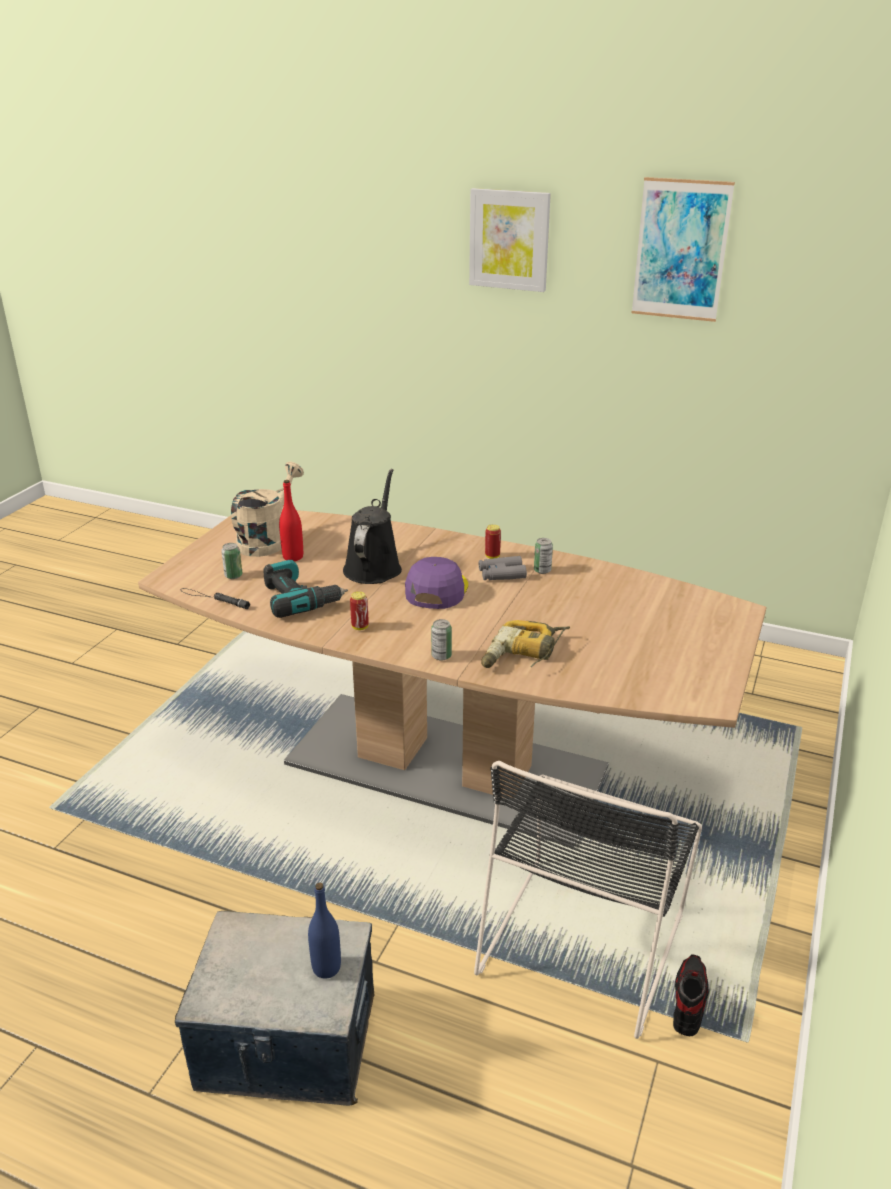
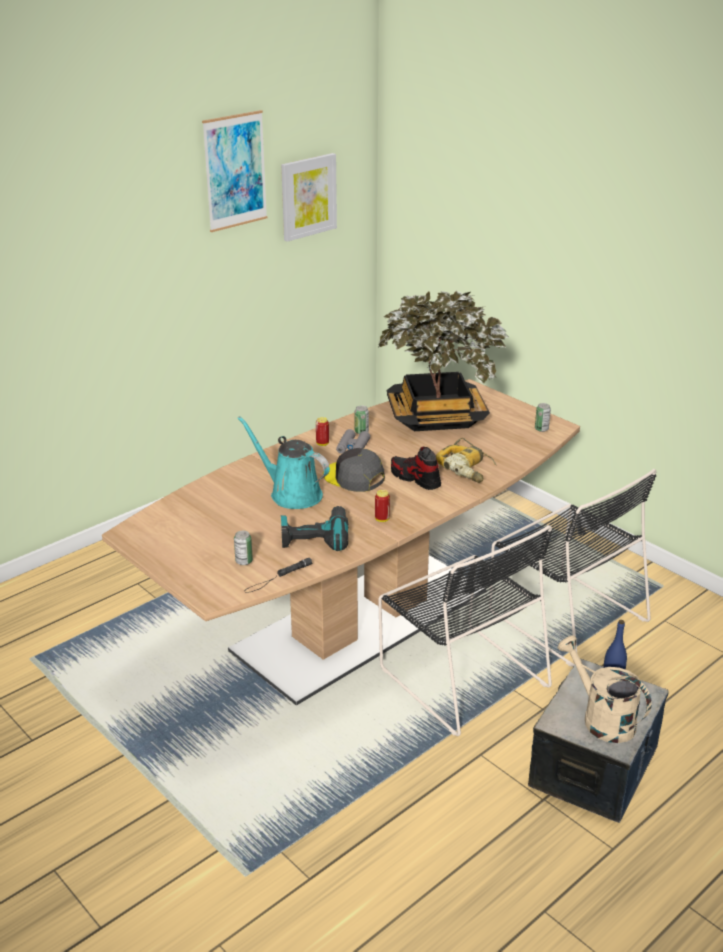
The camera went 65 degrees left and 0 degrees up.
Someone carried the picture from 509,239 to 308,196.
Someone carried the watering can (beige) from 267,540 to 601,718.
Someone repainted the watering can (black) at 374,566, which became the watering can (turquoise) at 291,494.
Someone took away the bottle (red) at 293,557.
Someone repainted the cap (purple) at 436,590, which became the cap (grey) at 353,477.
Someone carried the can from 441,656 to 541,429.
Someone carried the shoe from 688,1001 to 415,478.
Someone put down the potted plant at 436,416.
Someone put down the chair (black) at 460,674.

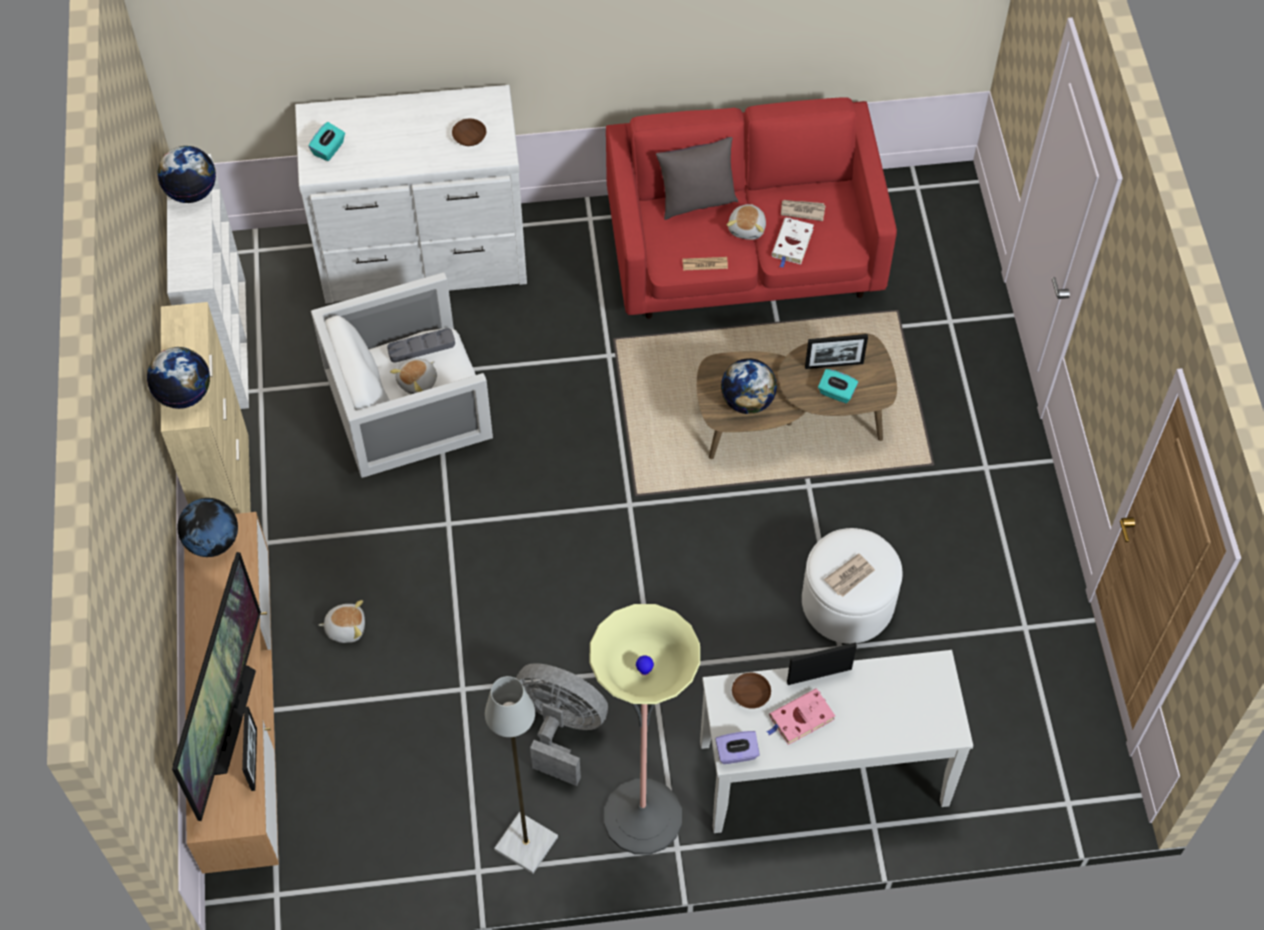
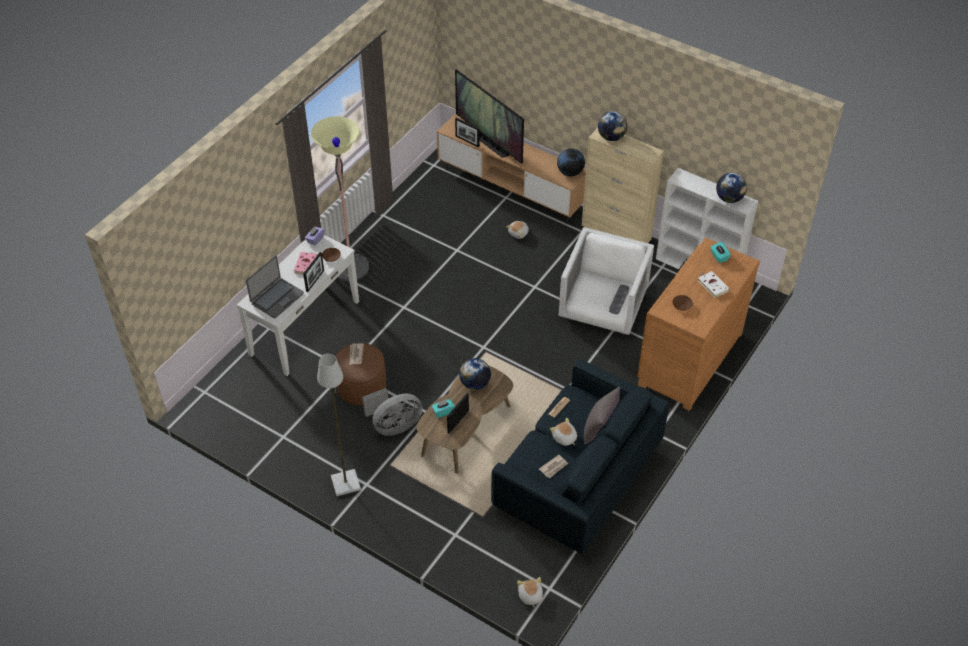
The camera went 130 degrees right and 10 degrees down.
Someone repainted the dresser (white) at 424,257, which became the dresser (brown) at 688,358.
Someone repainted the sofa (red) at 743,255, which became the sofa (blue) at 576,479.
Someone carried the book (white) from 792,244 to 712,285.
Someone carried the plush toy from 418,382 to 530,596.
Someone repainted the ottoman (white) at 847,602, which became the ottoman (brown) at 361,386.
Someone carried the fan (grey) from 560,729 to 394,426.
Someone carried the floor lamp (grey) from 525,844 to 346,482.
Someone put down the laptop at 277,298.

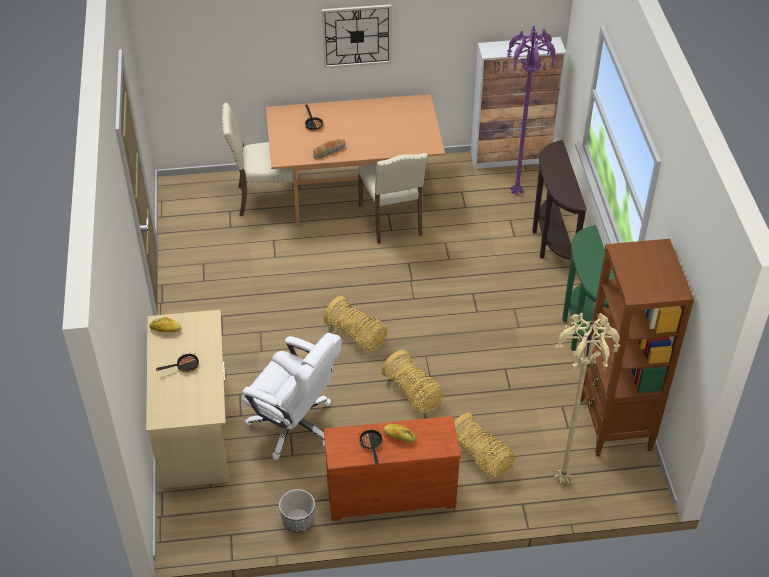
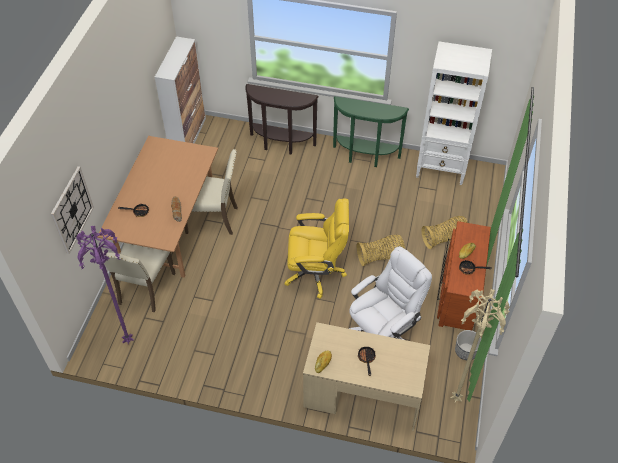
The camera went 70 degrees left and 5 degrees up.
Someone carried the wall clock from 357,36 to 72,210.
Someone carried the floor lamp (purple) from 517,193 to 129,340.
Someone repainted the bookcase (brown) at 614,425, which became the bookcase (white) at 441,168.
Someone swapped the basket at 357,336 for the office chair (yellow) at 316,272.
Someone carried the floor lamp (beige) from 563,481 to 457,398.

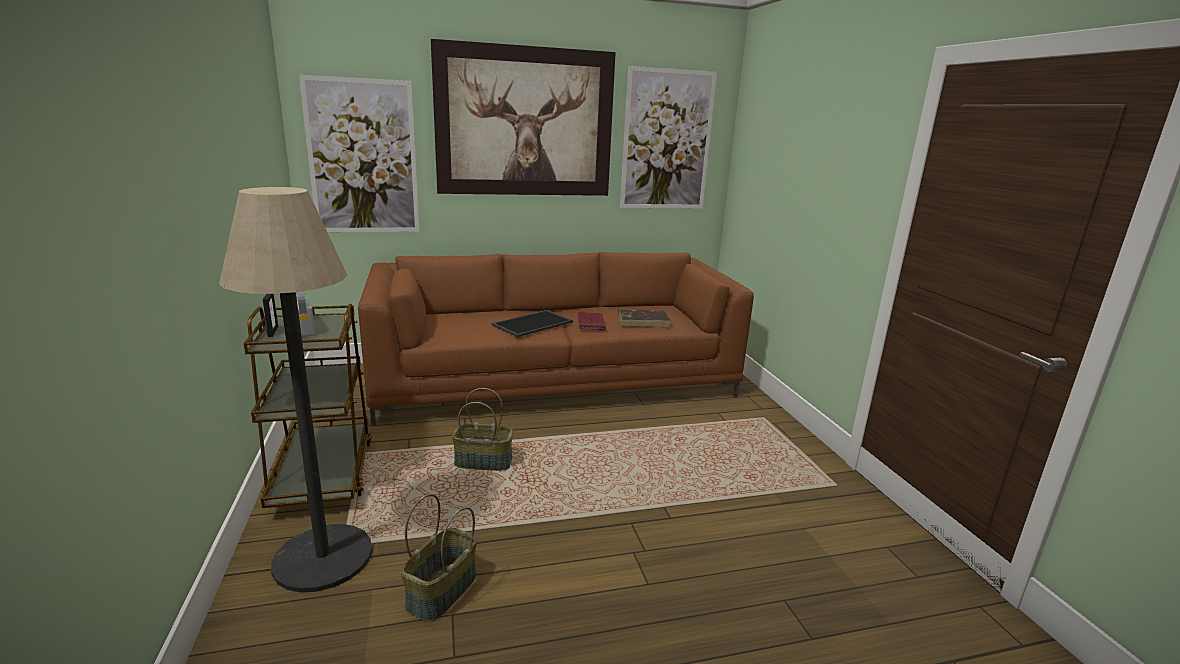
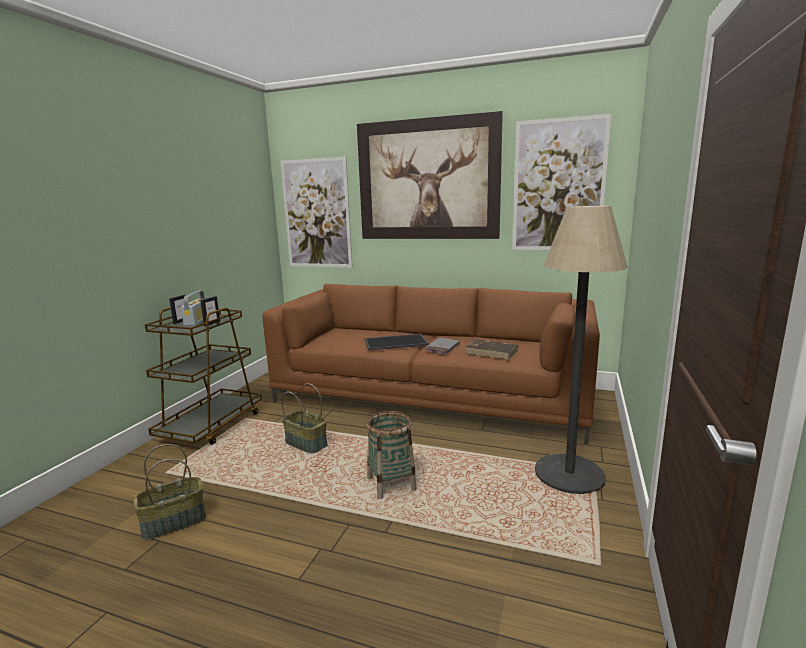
The camera went 35 degrees right and 5 degrees down.
Someone carried the floor lamp from 323,558 to 569,474.
Someone repainted the book (red) at 591,323, which became the book (grey) at 442,348.
Someone put down the picture frame at 212,323.
Someone put down the basket at 391,484.

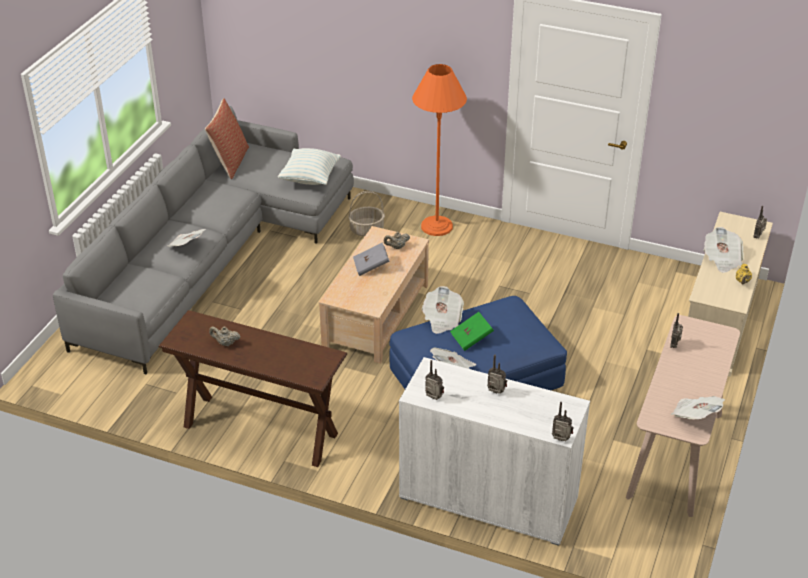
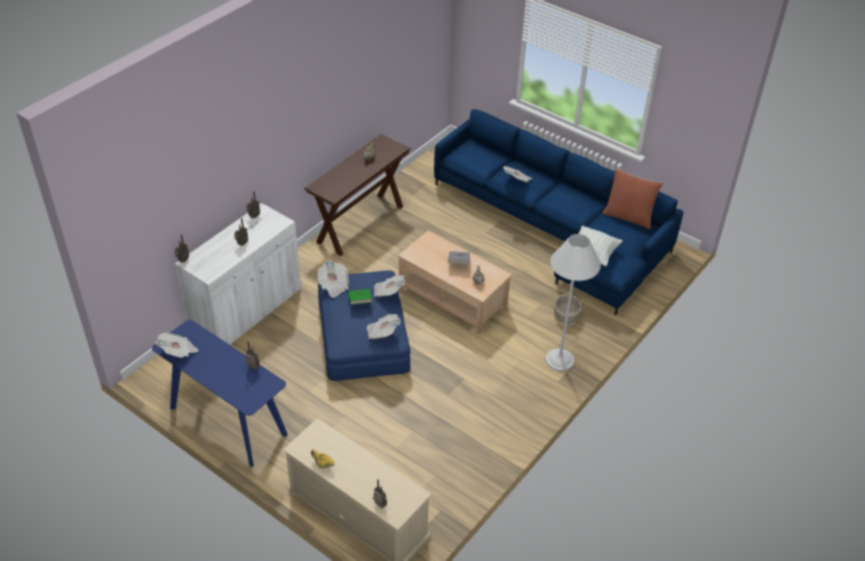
The camera went 105 degrees right and 5 degrees up.
Someone repainted the floor lamp (orange) at 437,226, which became the floor lamp (white) at 559,360.
Someone repainted the sofa (grey) at 213,255, which became the sofa (blue) at 556,228.
Someone carried the newspaper from 722,259 to 382,333.
Someone repainted the console table (beige) at 675,455, which became the console table (blue) at 227,421.

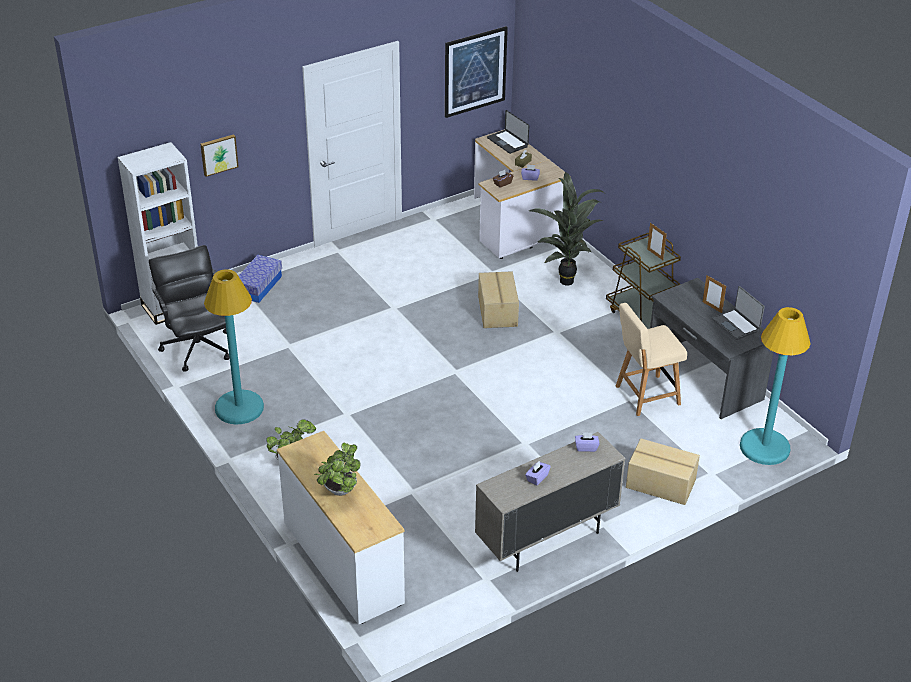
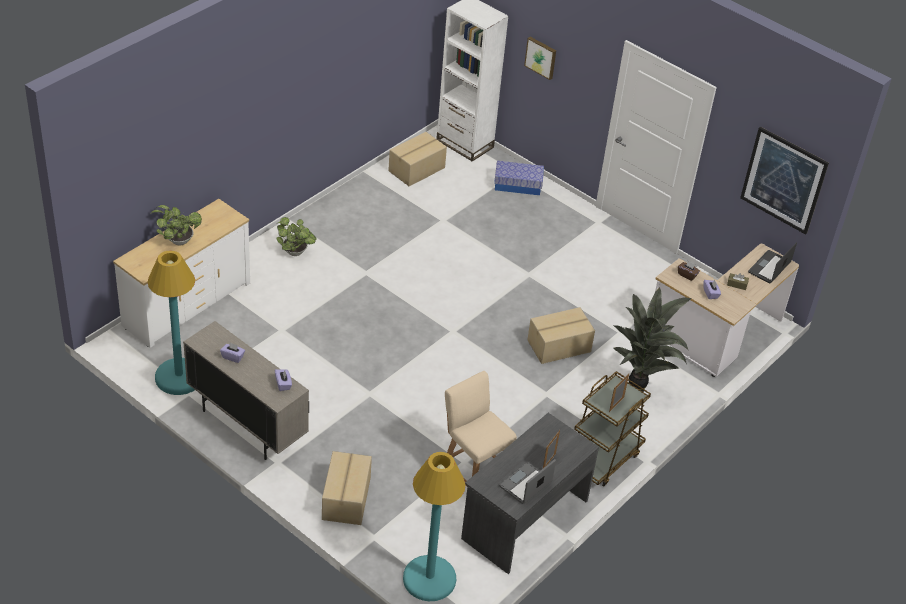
The camera went 70 degrees right and 5 degrees up.
Someone swapped the office chair (black) at 198,347 for the cardboard box at 417,169.
Someone carried the floor lamp (turquoise) from 239,408 to 179,377.

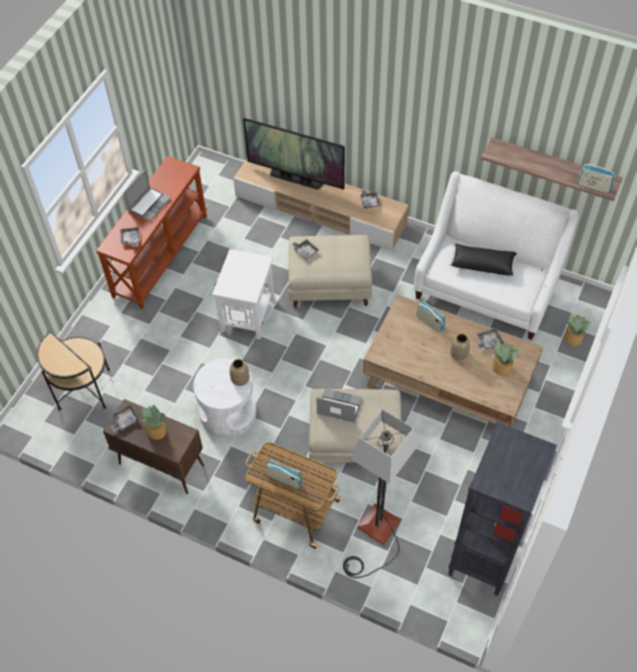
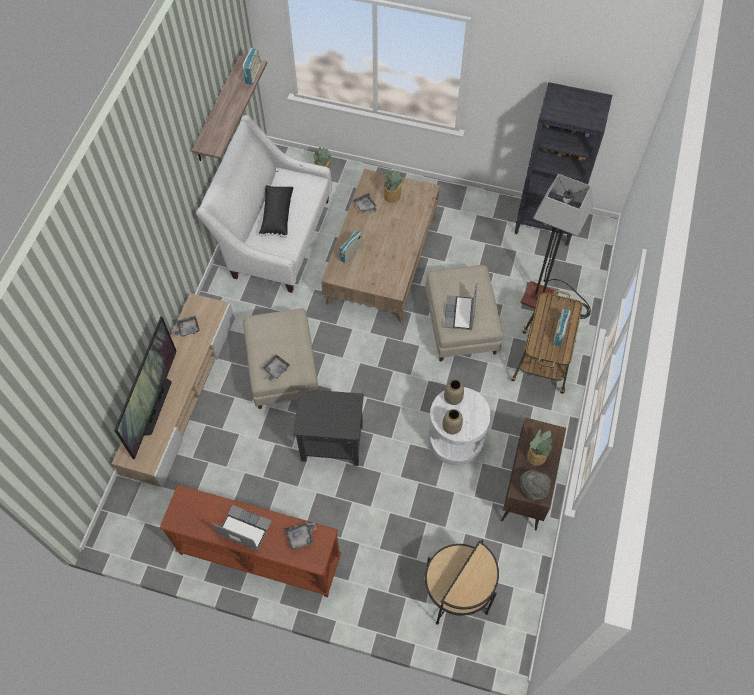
The camera went 100 degrees left and 5 degrees up.
Someone repainted the side table (white) at 248,314, which became the side table (black) at 331,442.
Someone carried the vase from 458,354 to 451,427.
Someone swapped the tray (grey) at 124,420 for the hat (grey) at 533,489.

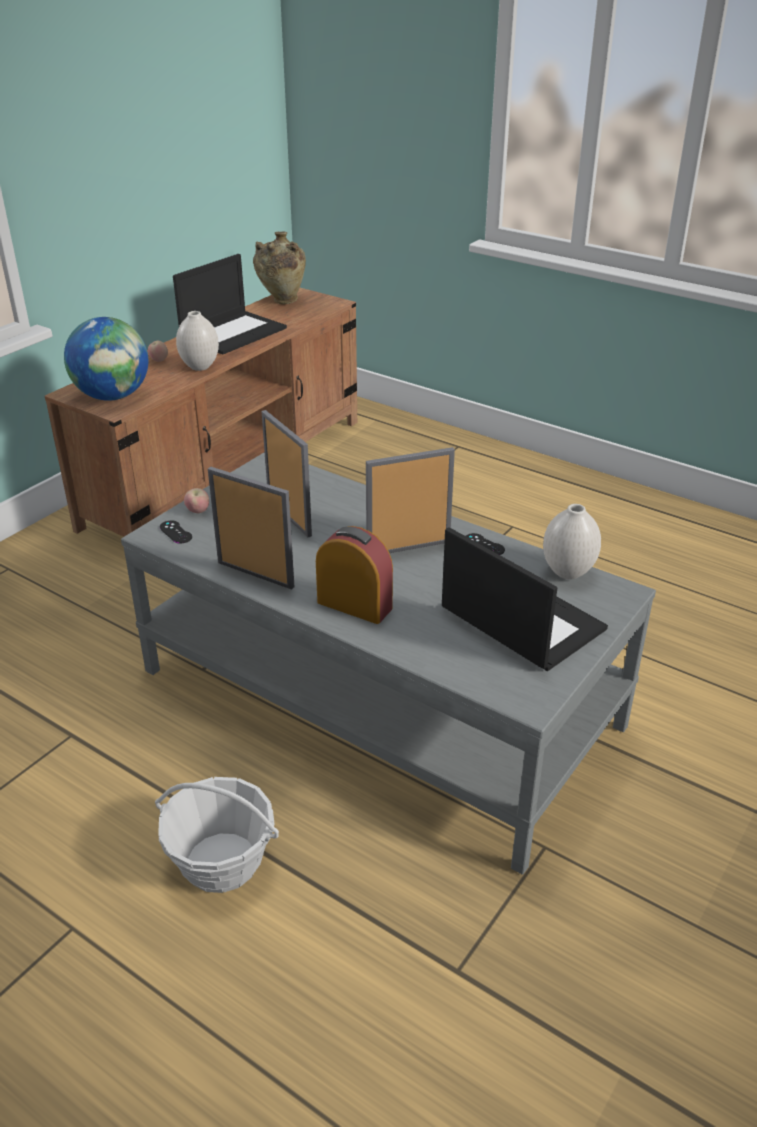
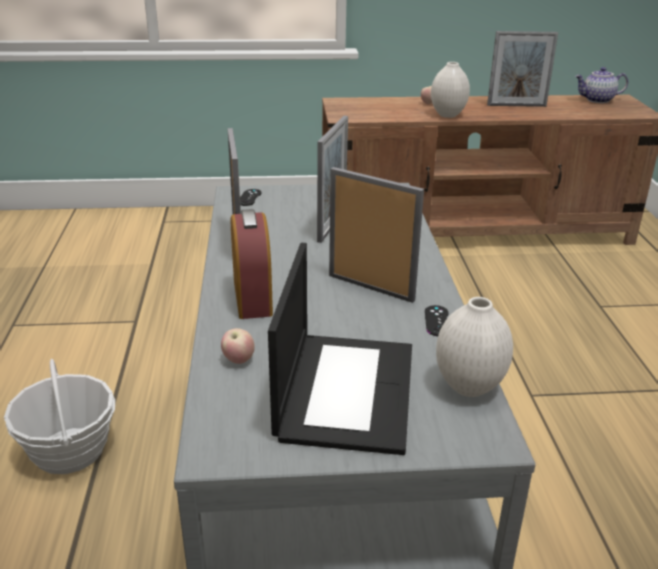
The camera went 50 degrees right and 5 degrees down.
Someone swapped the vase (beige) at 282,301 for the teapot at 597,100.
Someone swapped the laptop at 233,332 for the picture frame at 516,105.
Someone took away the globe at 113,396.
Someone carried the apple from 198,511 to 238,360.

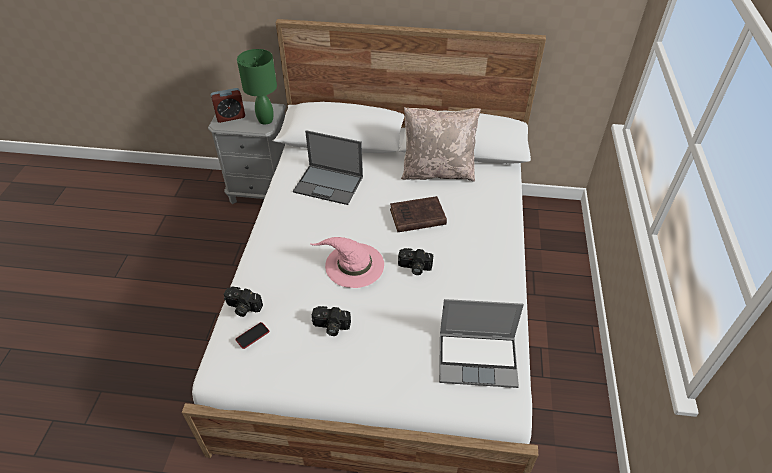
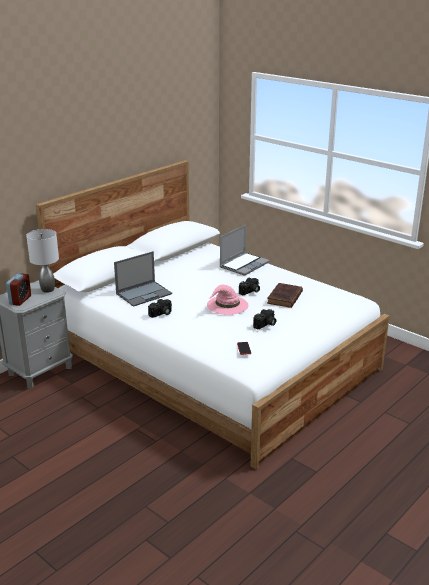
The camera went 55 degrees left and 20 degrees down.
Someone repainted the table lamp (green) at 265,120, which became the table lamp (grey) at 47,290.
Someone took away the pillow (beige) at 437,171.
Someone carried the book (brown) from 416,217 to 284,298.
Someone carried the photo camera from 242,308 to 161,314.
Someone carried the laptop from 478,359 to 244,264.

